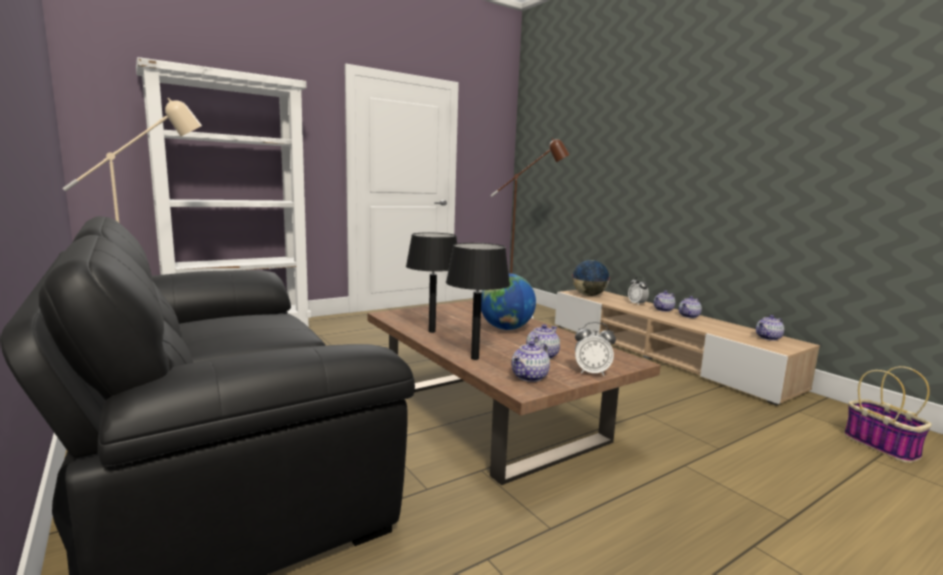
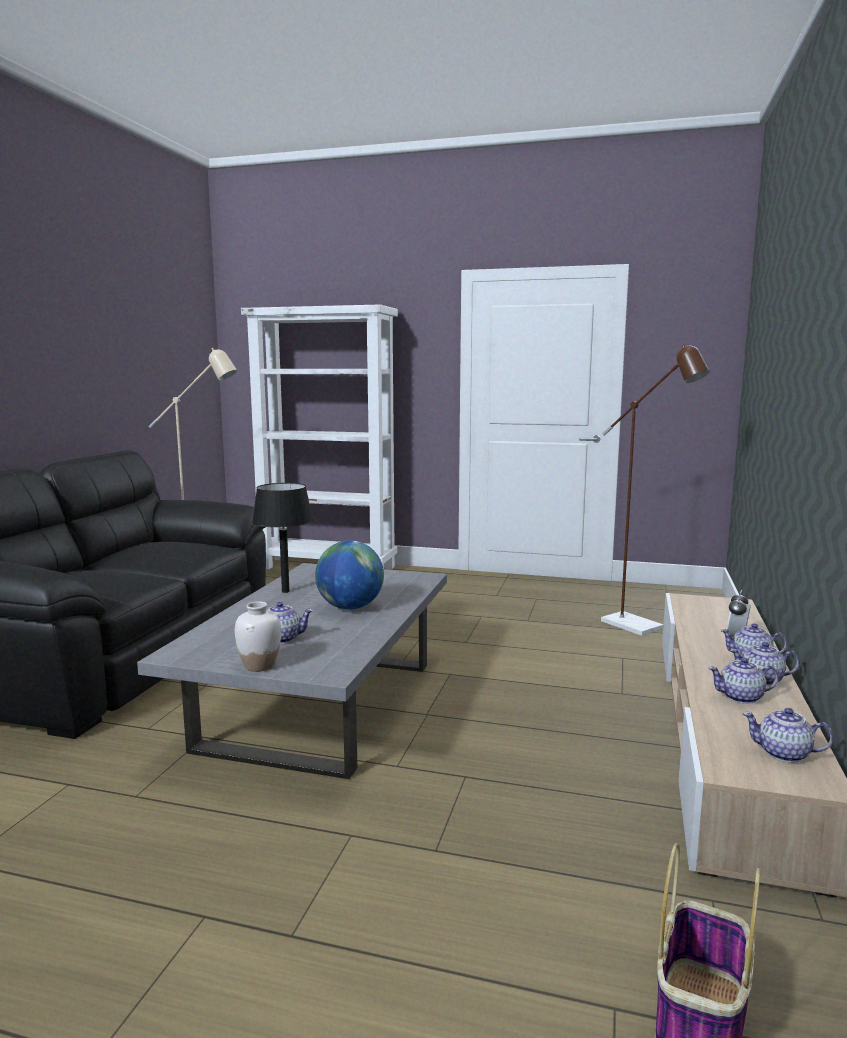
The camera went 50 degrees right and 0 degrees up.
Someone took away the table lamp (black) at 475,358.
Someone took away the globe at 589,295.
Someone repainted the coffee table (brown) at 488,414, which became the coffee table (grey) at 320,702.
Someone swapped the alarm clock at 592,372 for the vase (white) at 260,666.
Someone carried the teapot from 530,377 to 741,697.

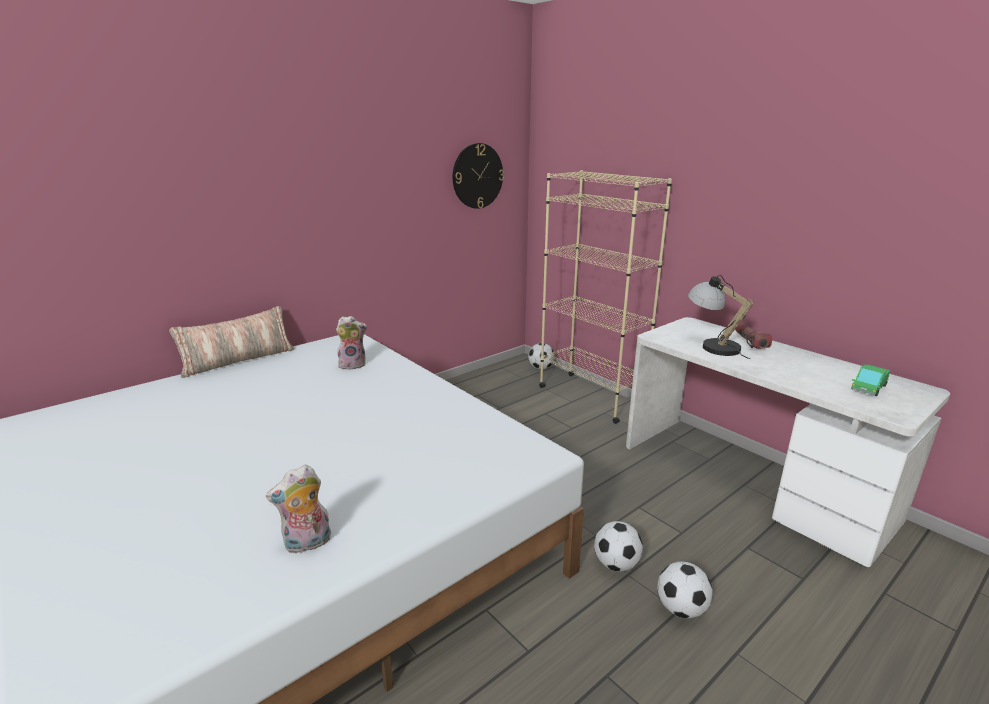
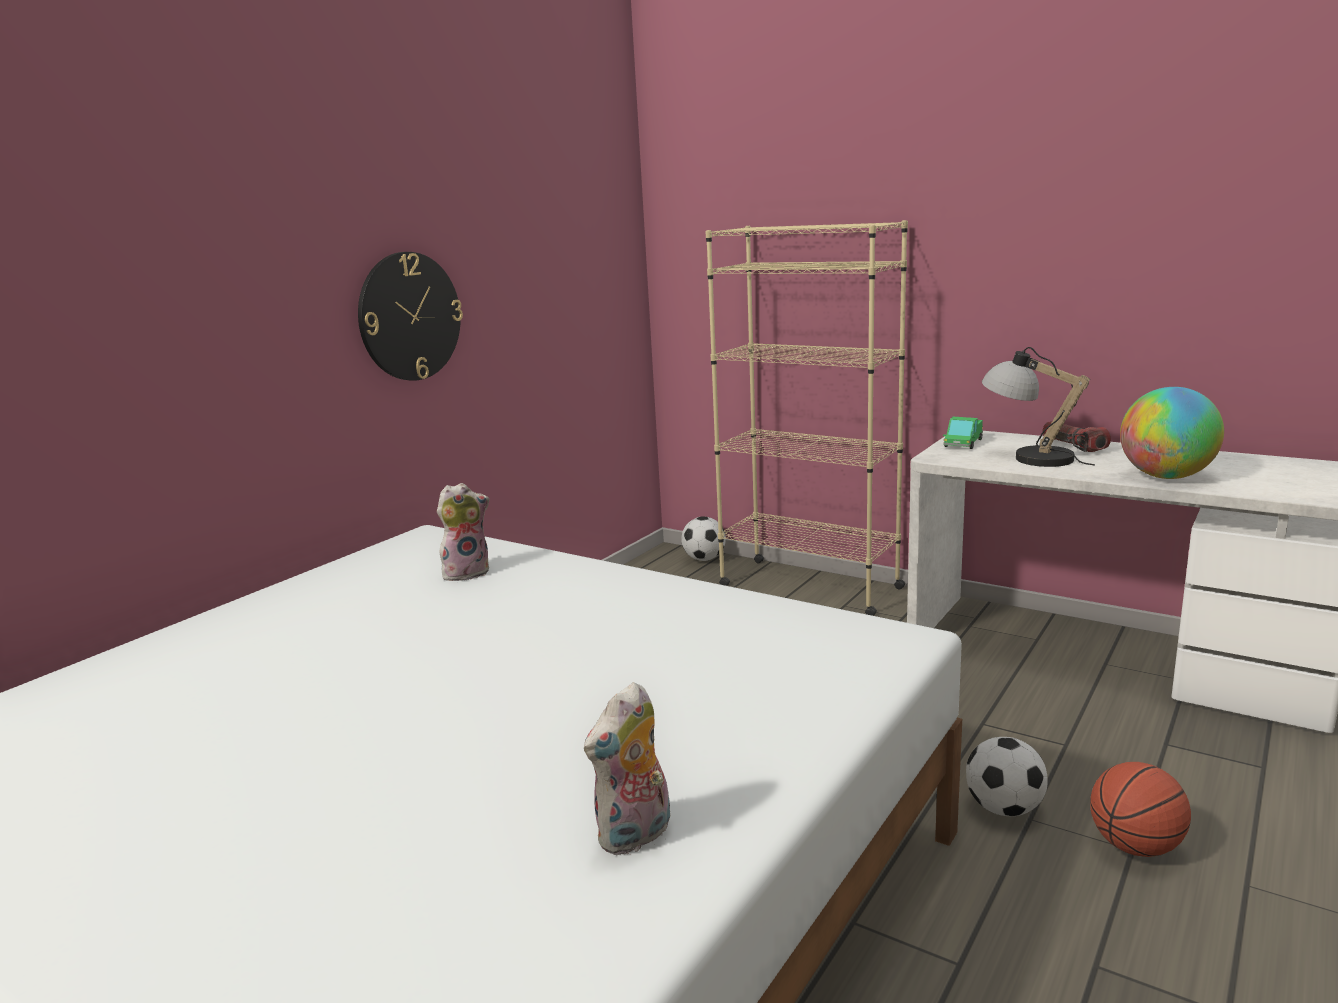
The camera went 15 degrees left and 5 degrees down.
Someone carried the wall clock from 477,176 to 409,316.
Someone took away the pillow at 238,360.
Someone carried the toy truck from 868,387 to 963,443.
Someone swapped the football at 681,609 for the basketball at 1135,846.
Someone put down the globe at 1165,477.

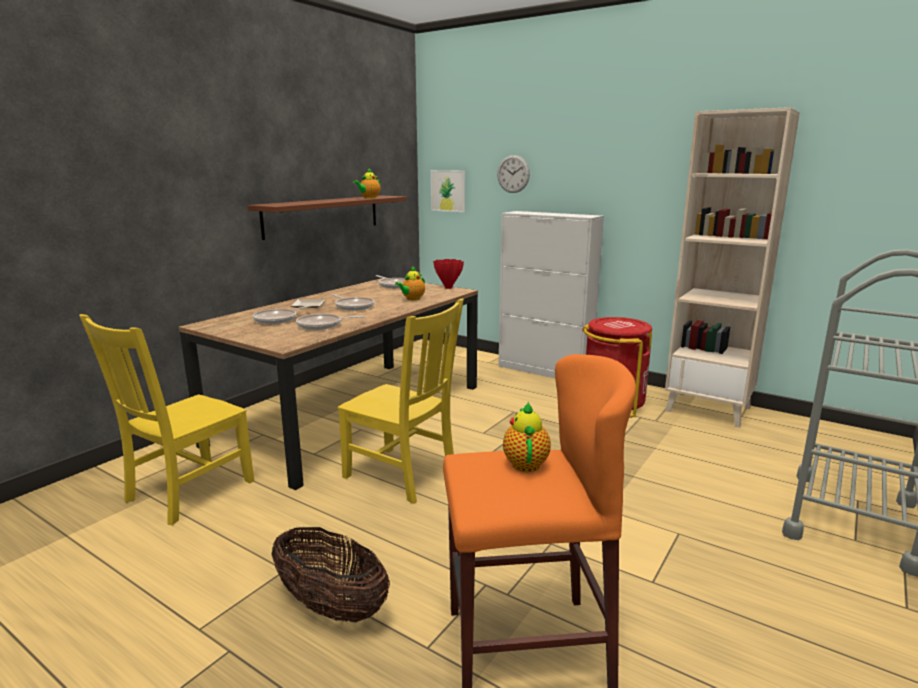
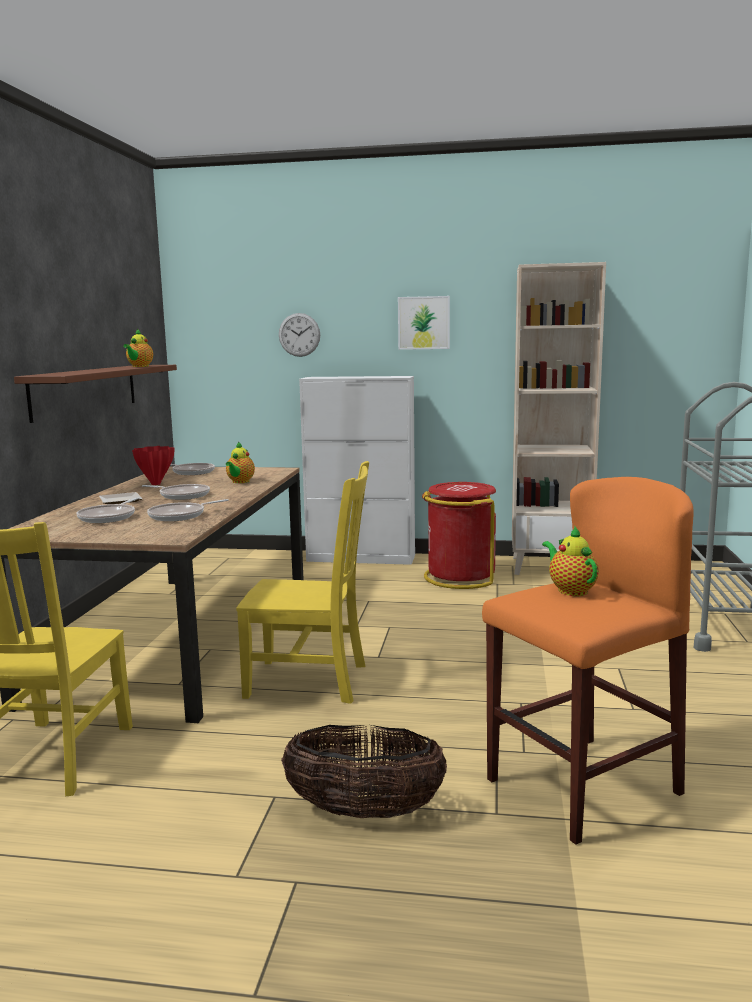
The camera went 25 degrees left and 5 degrees down.
Someone carried the picture from 448,191 to 424,323.
Someone carried the vase (red) from 448,288 to 156,484.

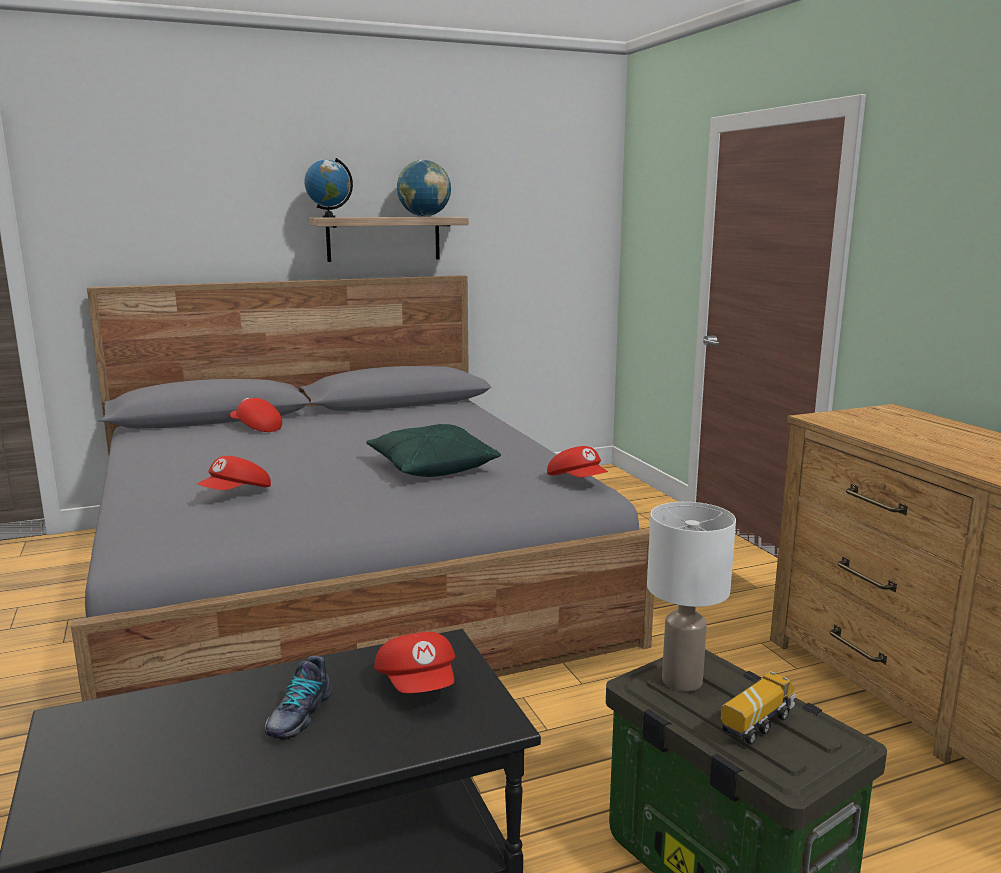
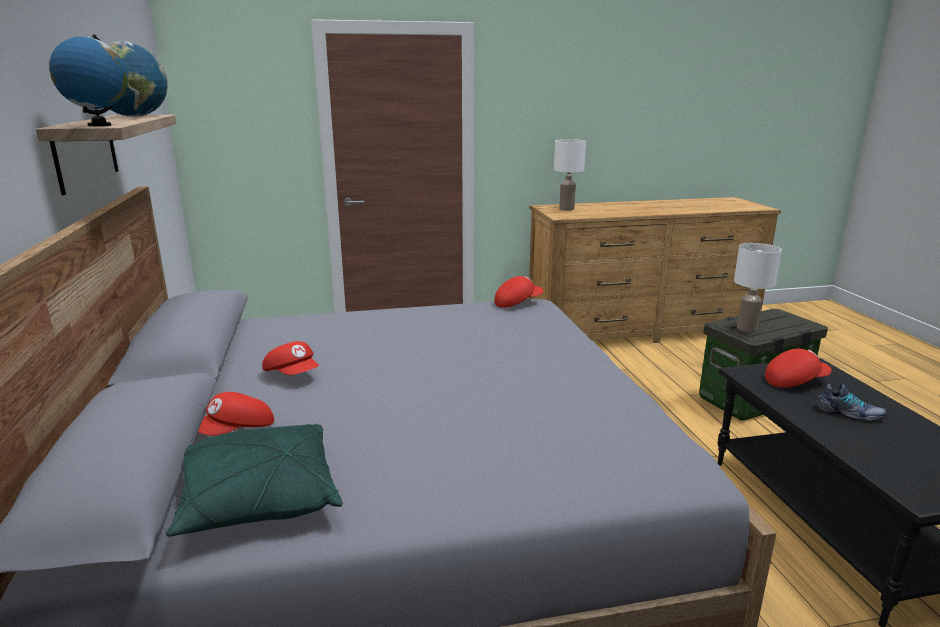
The camera went 80 degrees left and 5 degrees up.
Someone carried the pillow (green) from 431,468 to 259,498.
Someone carried the cap (red) from 237,494 to 293,374.
Someone took away the toy truck at 757,724.
Someone put down the table lamp (white) at 566,209.

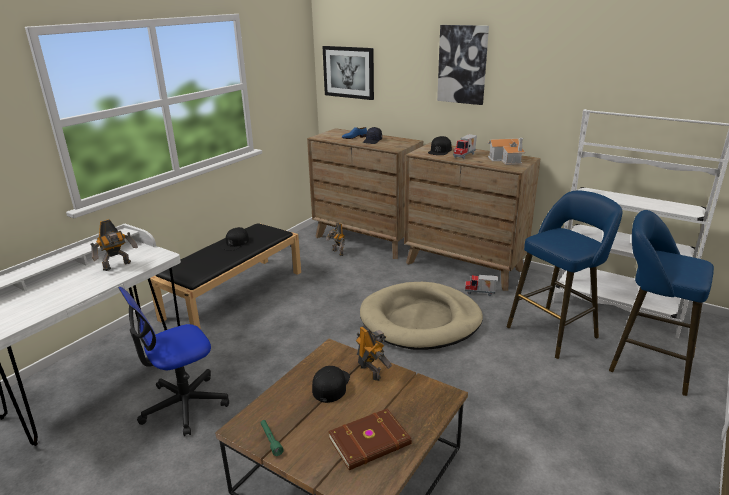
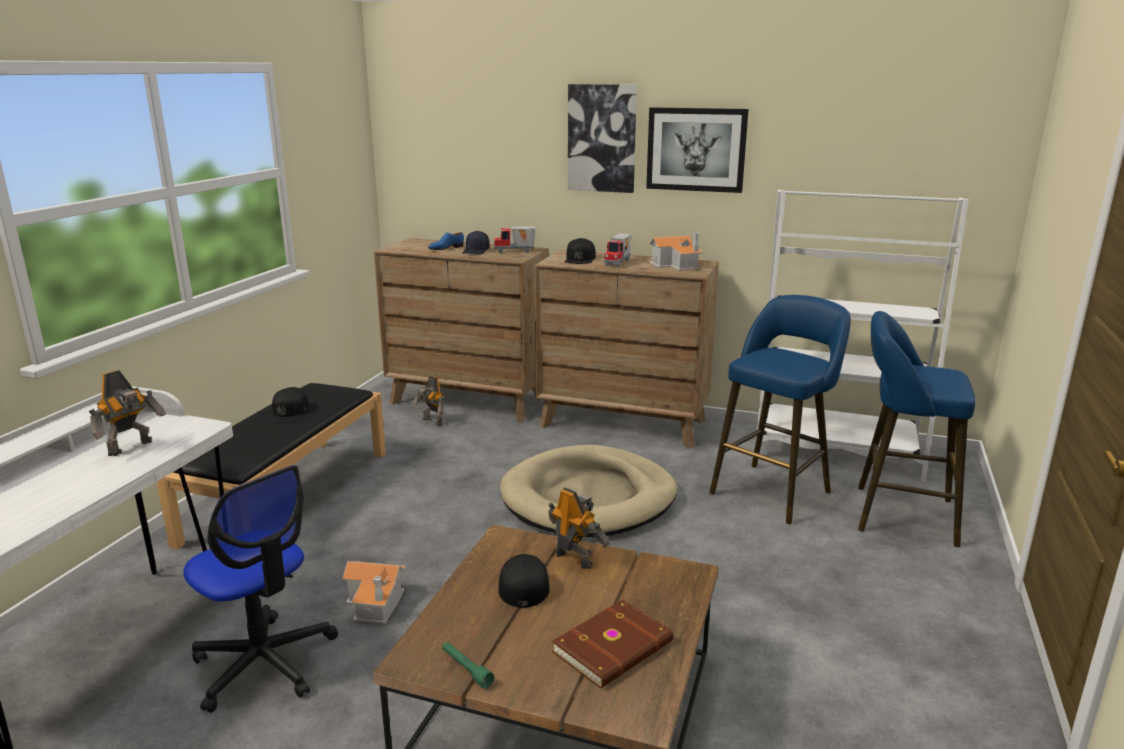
The camera went 15 degrees left and 5 degrees down.
Someone carried the picture from 348,72 to 696,149.
Someone carried the toy truck from 480,293 to 515,251.
Someone rotated the office chair at 184,405 by 90 degrees counterclockwise.
Someone put down the toy house at 376,603.

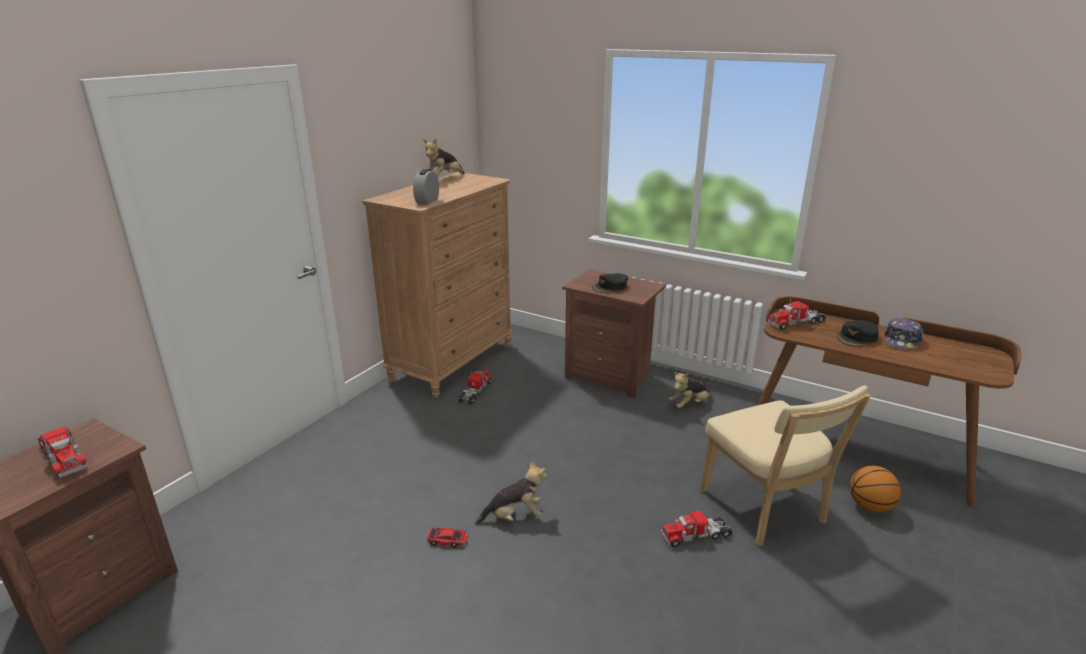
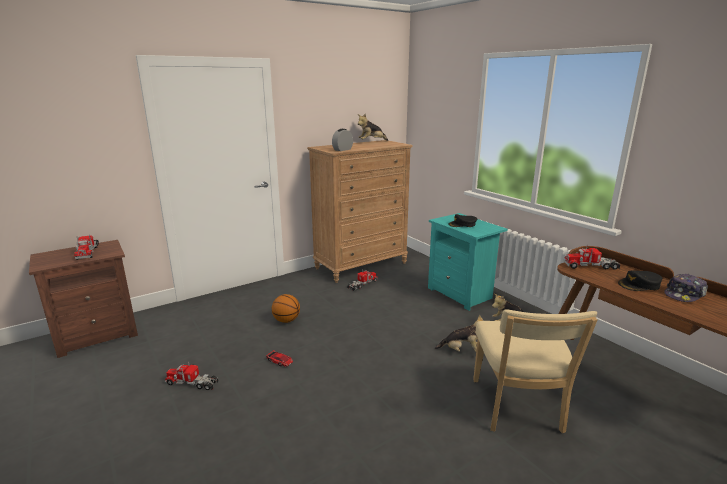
The camera went 25 degrees right and 5 degrees down.
Someone repainted the nightstand (brown) at 610,376, which became the nightstand (turquoise) at 461,294.
Someone carried the plush toy from 514,516 to 462,351.
Someone carried the basketball from 870,507 to 286,320.
Someone carried the toy truck from 696,535 to 192,383.

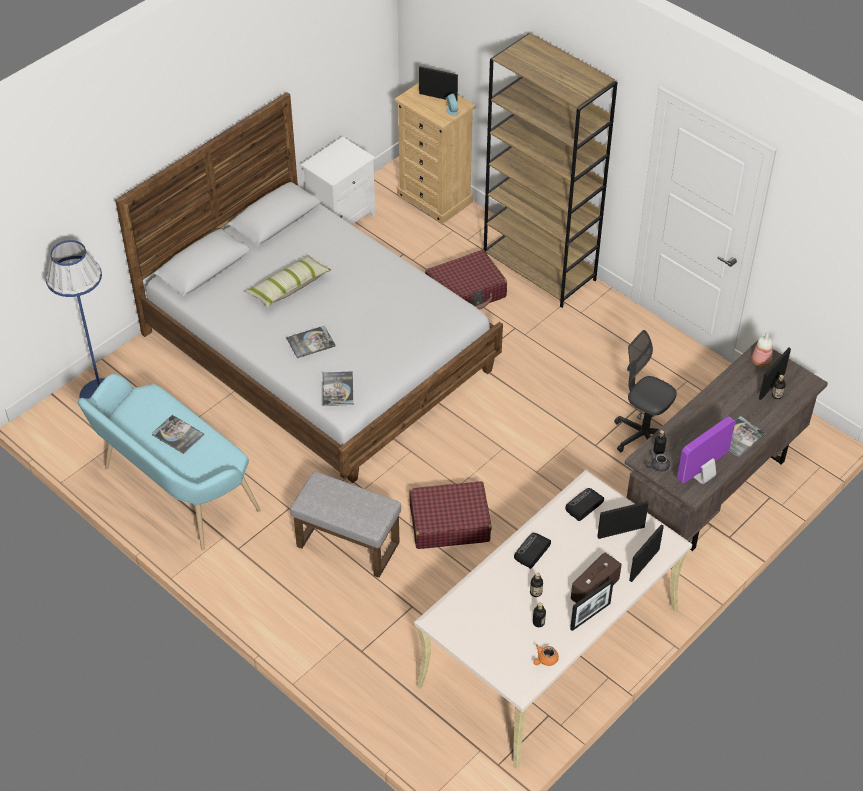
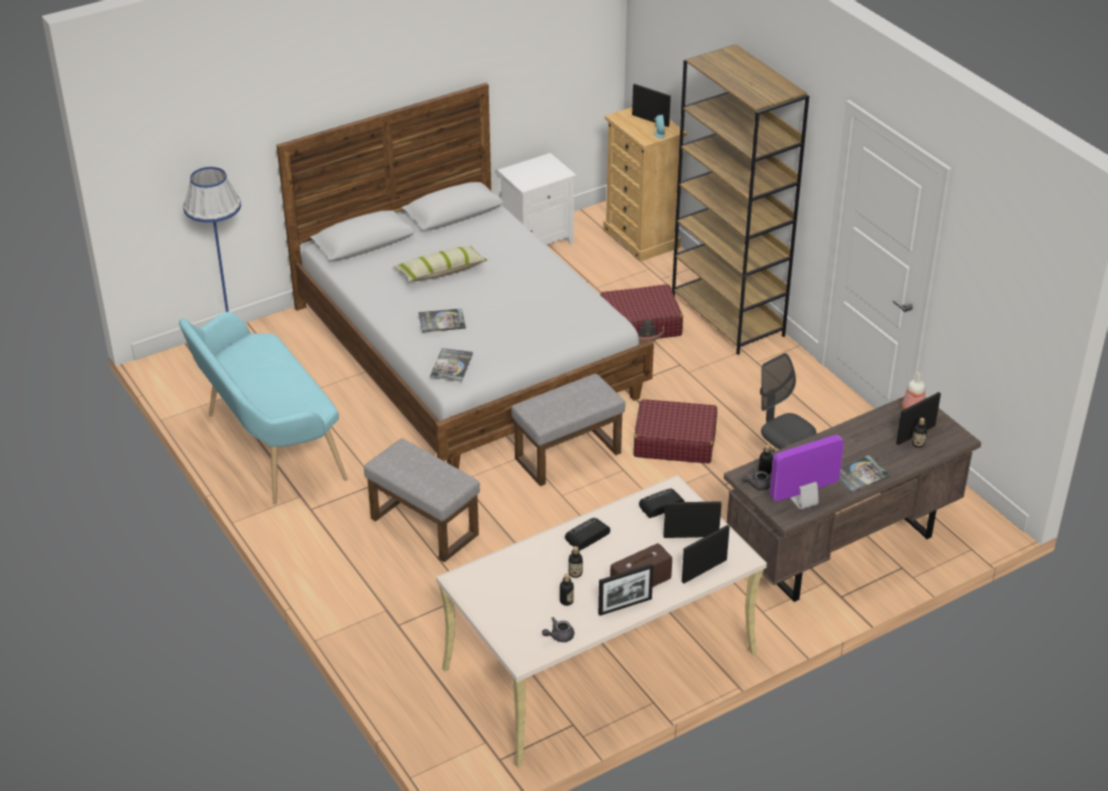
The camera went 15 degrees right and 10 degrees down.
Someone took away the book at 178,435.
Someone carried the suitcase (red) from 449,523 to 674,441.
Someone repainted the teapot (orange) at 545,660, which became the teapot (grey) at 559,636.
Someone put down the ottoman (grey) at 568,455.

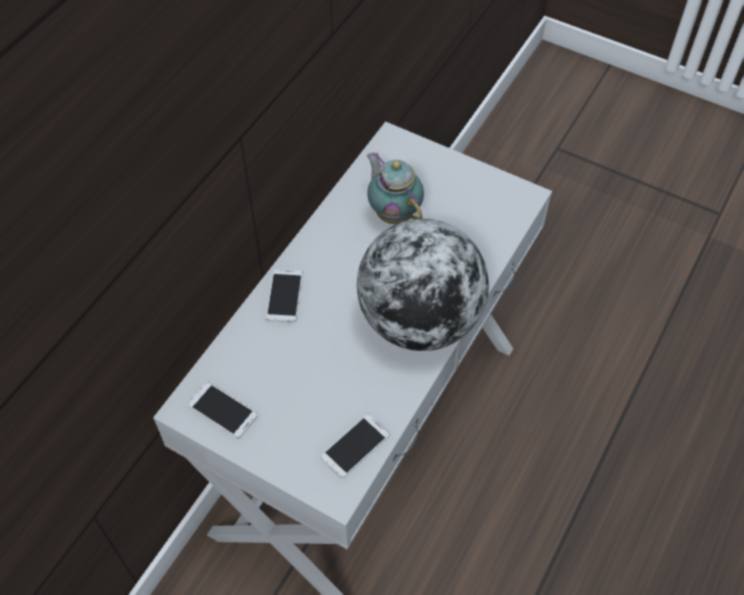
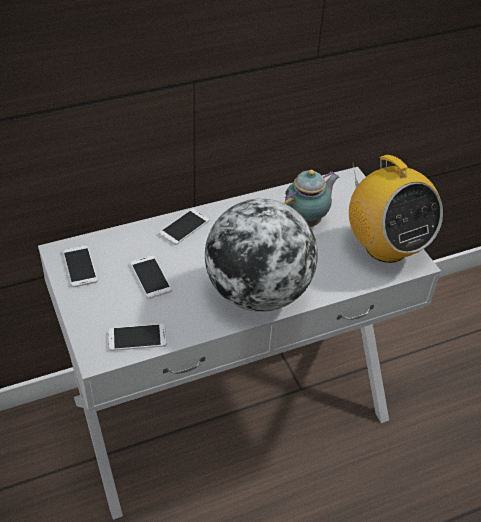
The camera went 35 degrees right and 10 degrees down.
Someone rotated the teapot at 393,213 by 45 degrees clockwise.
Someone put down the radio at 385,247.
Someone put down the phone at 150,277.

